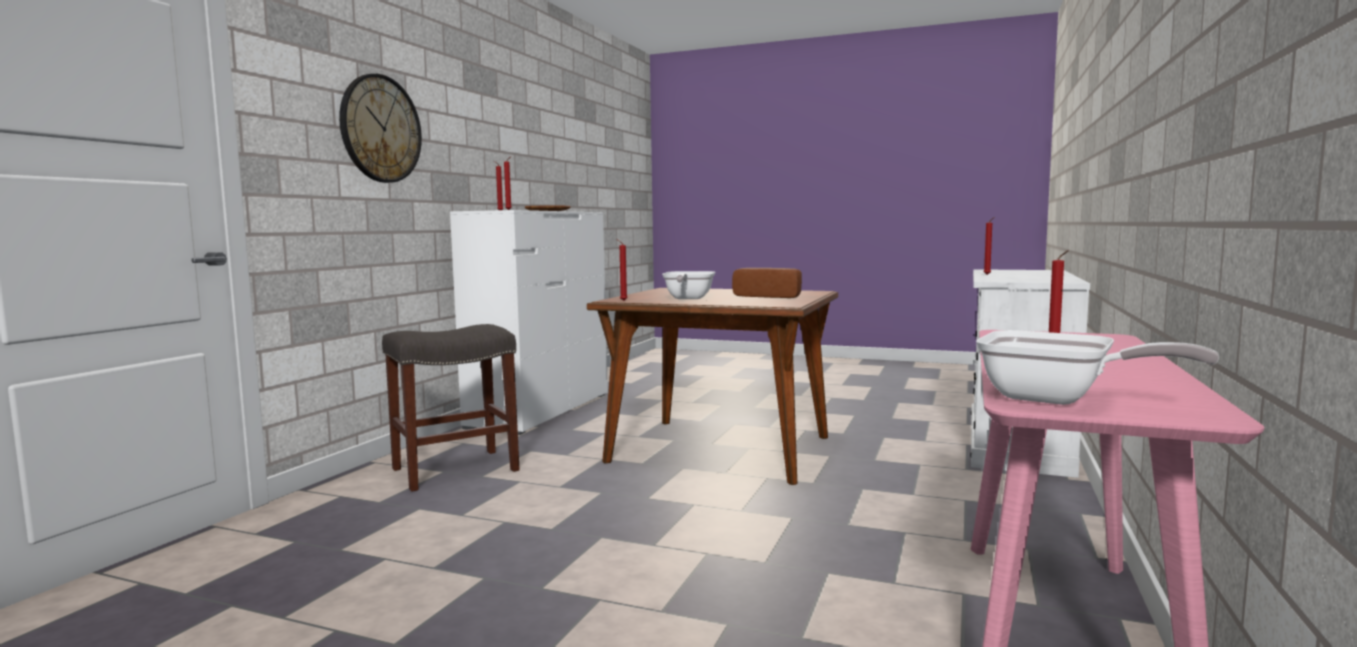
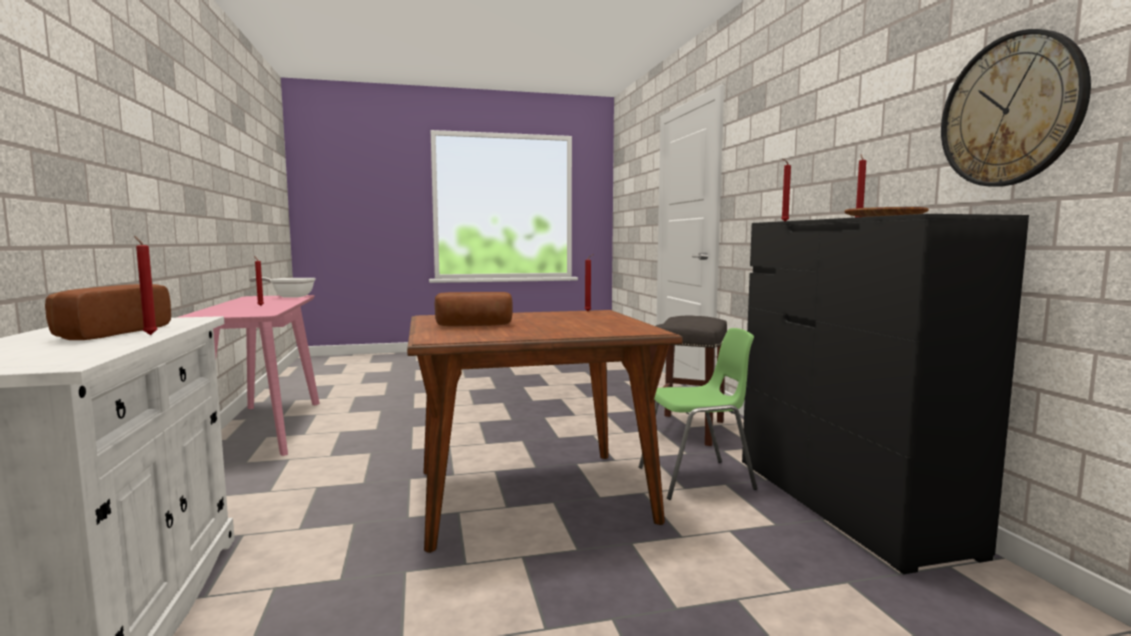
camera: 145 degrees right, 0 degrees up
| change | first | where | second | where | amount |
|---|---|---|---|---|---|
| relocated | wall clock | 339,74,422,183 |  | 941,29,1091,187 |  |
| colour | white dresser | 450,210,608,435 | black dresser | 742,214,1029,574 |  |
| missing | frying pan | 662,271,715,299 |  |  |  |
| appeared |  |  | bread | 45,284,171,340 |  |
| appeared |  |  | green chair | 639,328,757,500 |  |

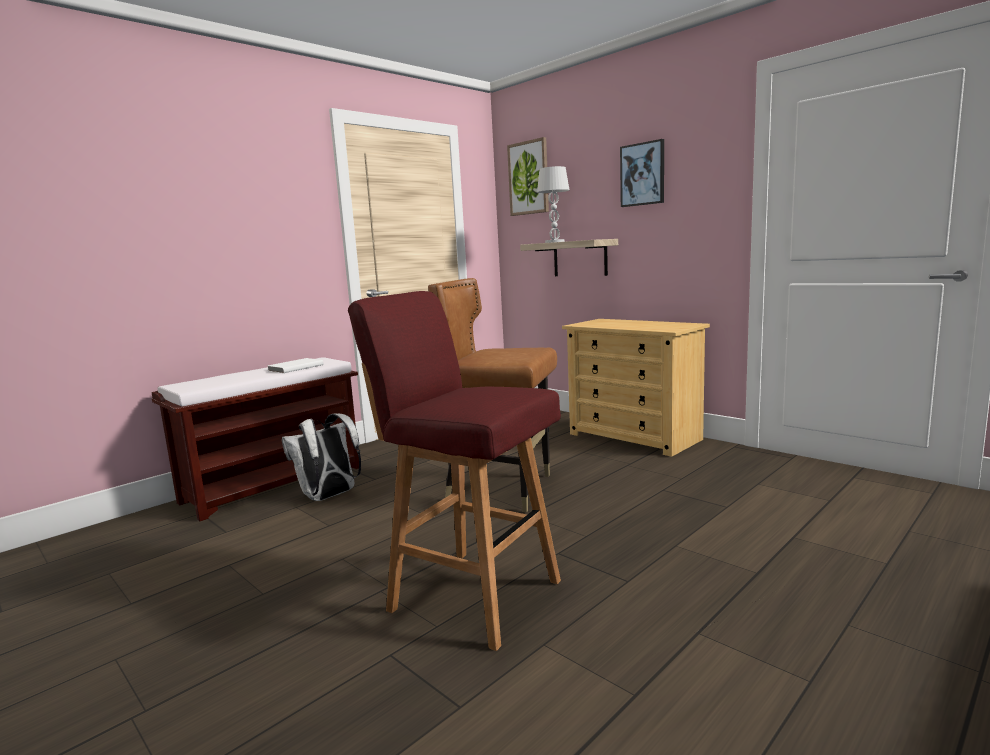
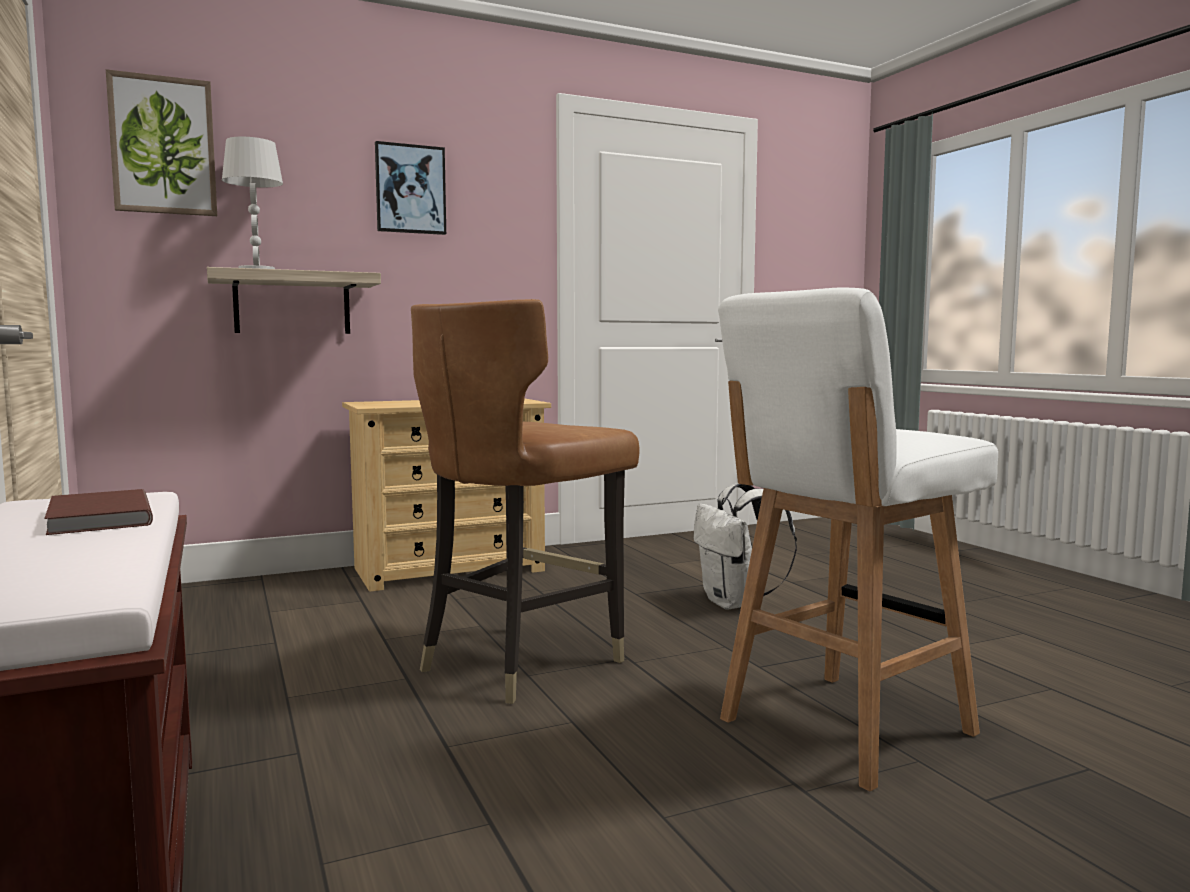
camera: 70 degrees left, 5 degrees down
| change | first | where | second | where | amount |
|---|---|---|---|---|---|
| colour | white book | 268,358,324,373 | brown book | 44,489,153,535 |  |
| relocated | white backpack | 282,414,361,501 |  | 694,483,797,610 |  |
| colour | red stool | 348,291,561,651 | white stool | 718,287,998,791 |  |

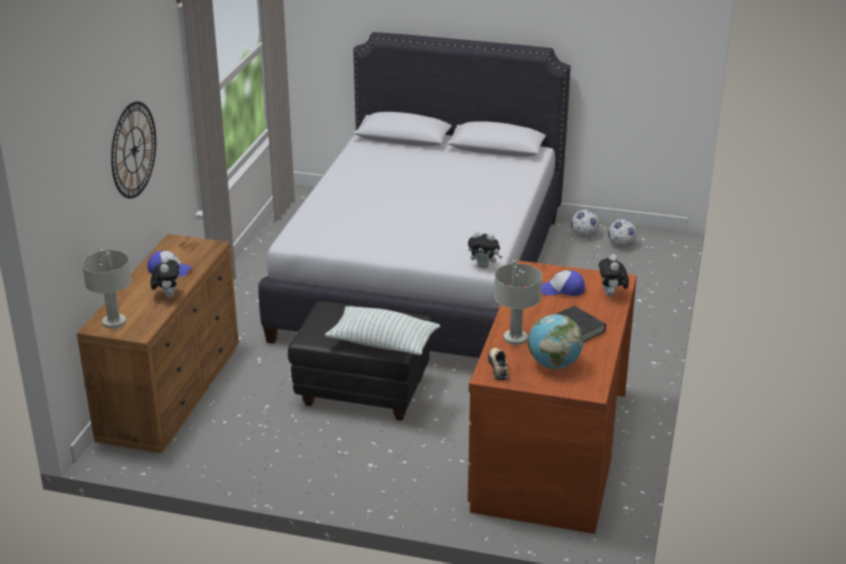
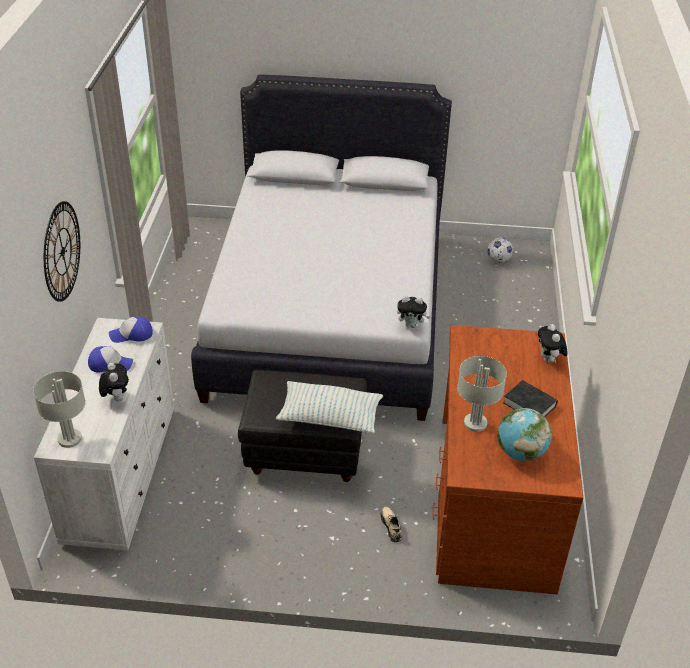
camera: 10 degrees left, 10 degrees up
| change | first | where | second | where | amount |
|---|---|---|---|---|---|
| colour | brown dresser | 77,234,239,453 | white dresser | 34,318,174,550 |  |
| relocated | beige shoe | 488,348,509,380 |  | 381,507,402,542 |  |
| relocated | cap | 541,270,585,296 |  | 109,317,153,343 |  |
| missing | football | 571,210,599,237 |  |  |  |

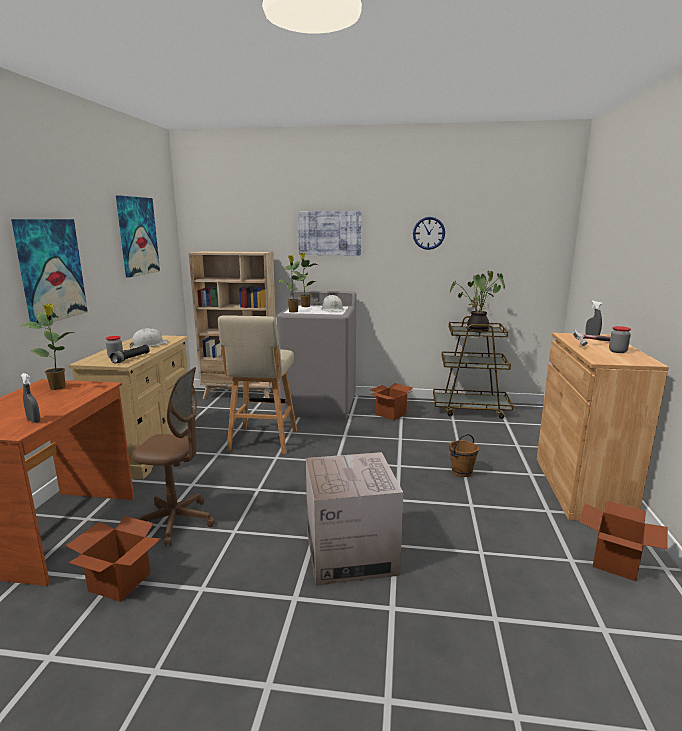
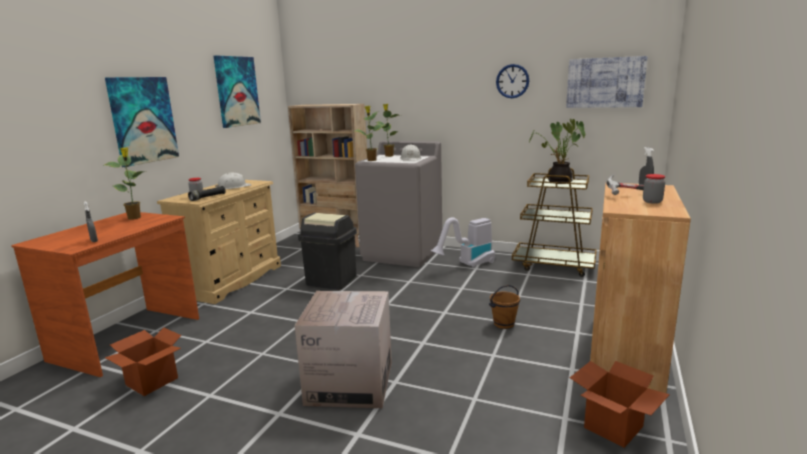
camera: 15 degrees right, 0 degrees up
| change | first | where | second | where | amount |
|---|---|---|---|---|---|
| missing | brown office chair | 132,367,215,546 |  |  |  |
| exchanged | beige stool | 218,315,297,454 | black trash can | 298,213,357,290 |  |
| relocated | picture | 298,211,362,256 |  | 566,56,648,108 |  |
| exchanged | cardboard box | 371,383,413,420 | vacuum cleaner | 430,217,495,268 |  |

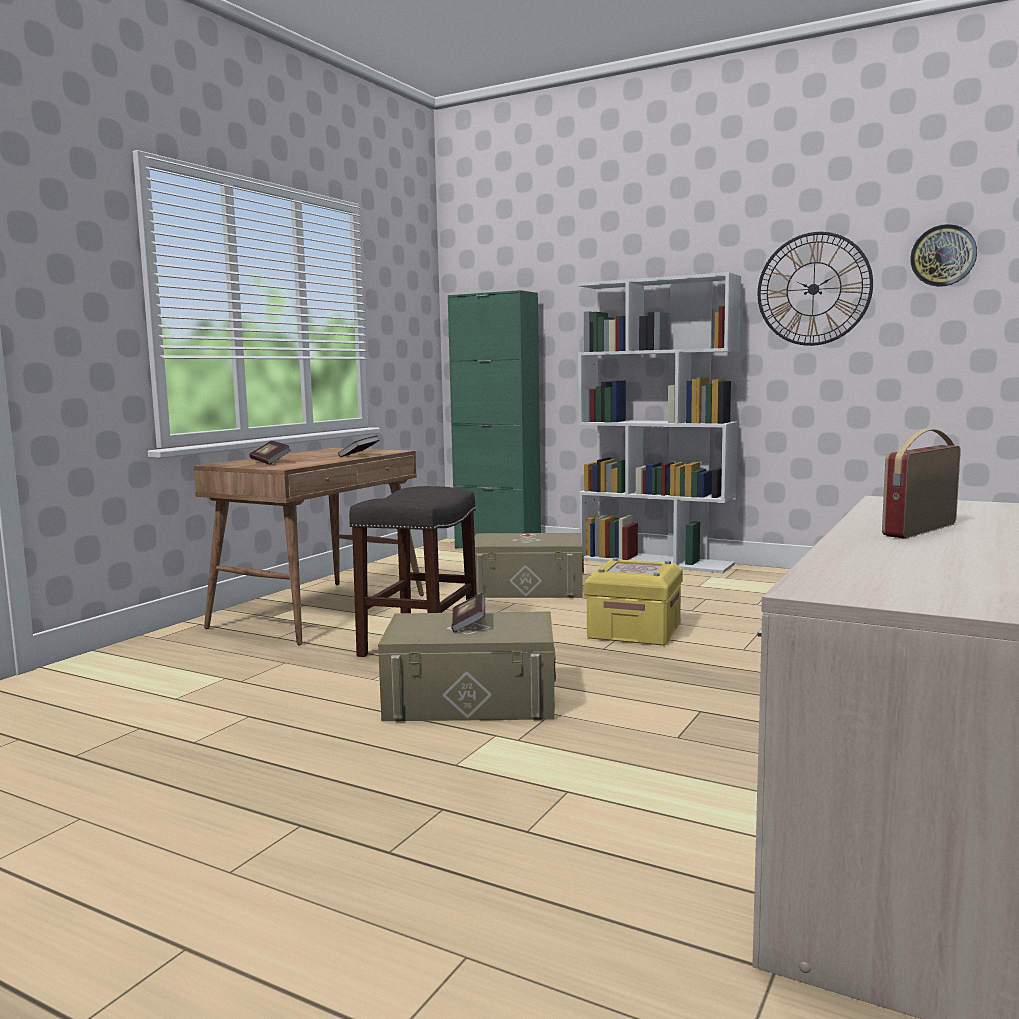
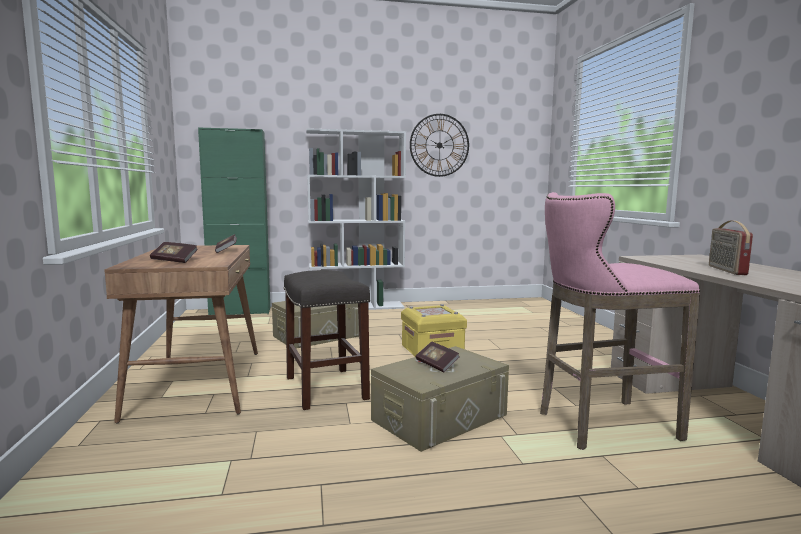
camera: 40 degrees left, 0 degrees up
| change | first | where | second | where | amount |
|---|---|---|---|---|---|
| missing | wall clock | 910,224,977,287 |  |  |  |
| appeared |  |  | pink stool | 540,192,700,450 |  |

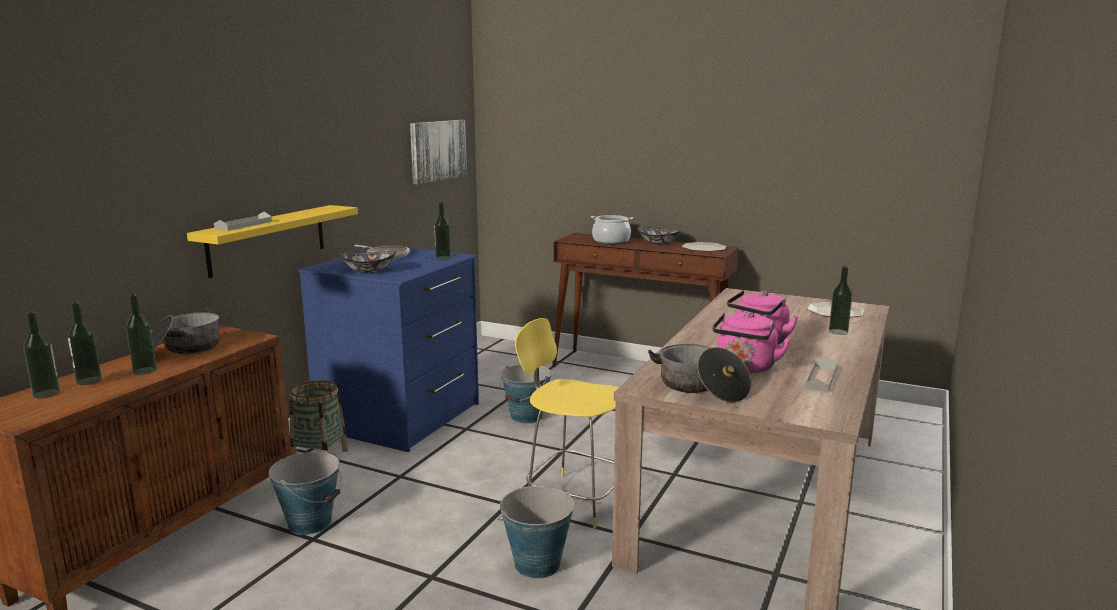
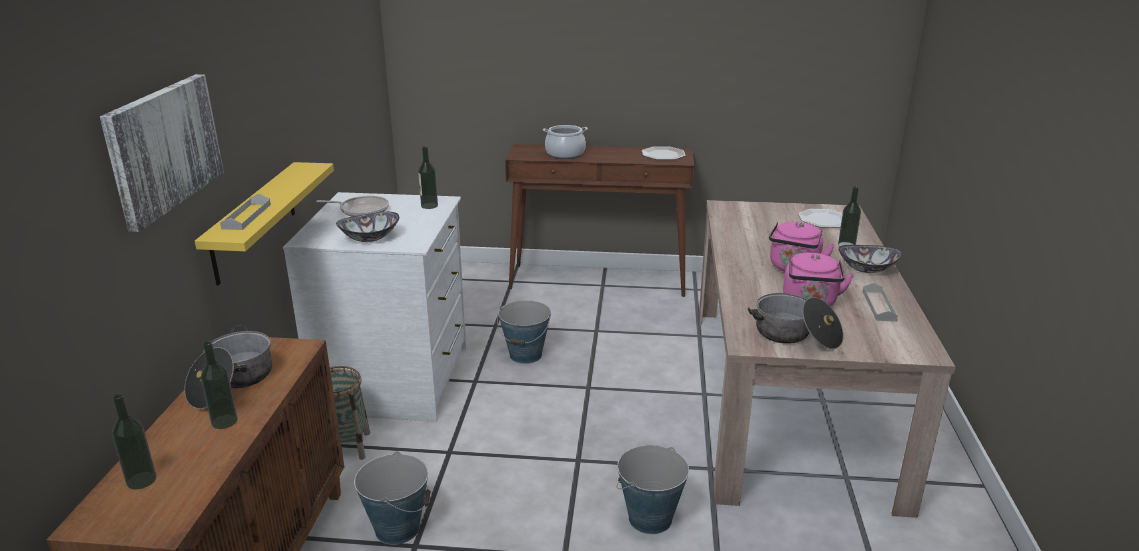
camera: 20 degrees left, 10 degrees up
| change | first | where | second | where | amount |
|---|---|---|---|---|---|
| missing | bottle | 68,302,102,385 |  |  |  |
| colour | blue dresser | 298,245,479,452 | white dresser | 283,192,467,422 |  |
| relocated | picture | 410,120,467,185 |  | 100,74,224,232 |  |
| missing | yellow stool | 515,318,619,529 |  |  |  |
| relocated | bowl | 637,227,681,245 |  | 838,245,902,273 |  |

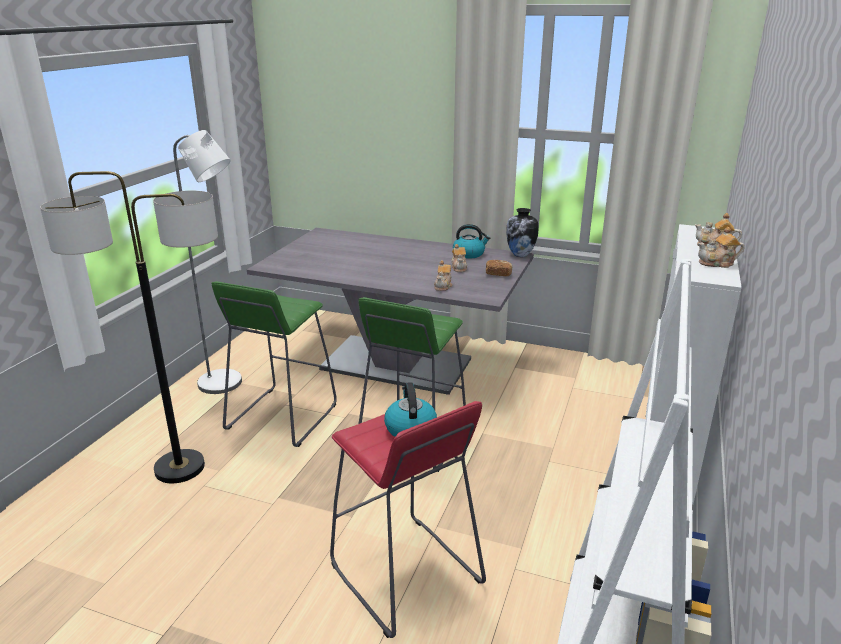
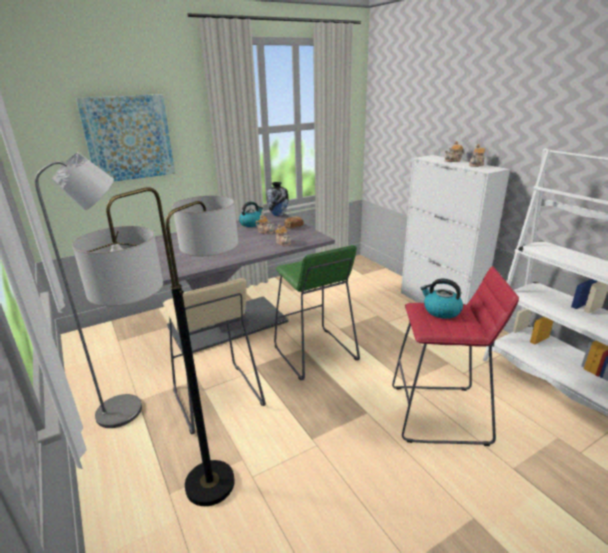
camera: 50 degrees left, 0 degrees up
| change | first | where | second | where | amount |
|---|---|---|---|---|---|
| colour | green stool | 211,281,337,447 | beige stool | 163,278,266,434 |  |
| appeared |  |  | picture | 76,94,175,182 |  |

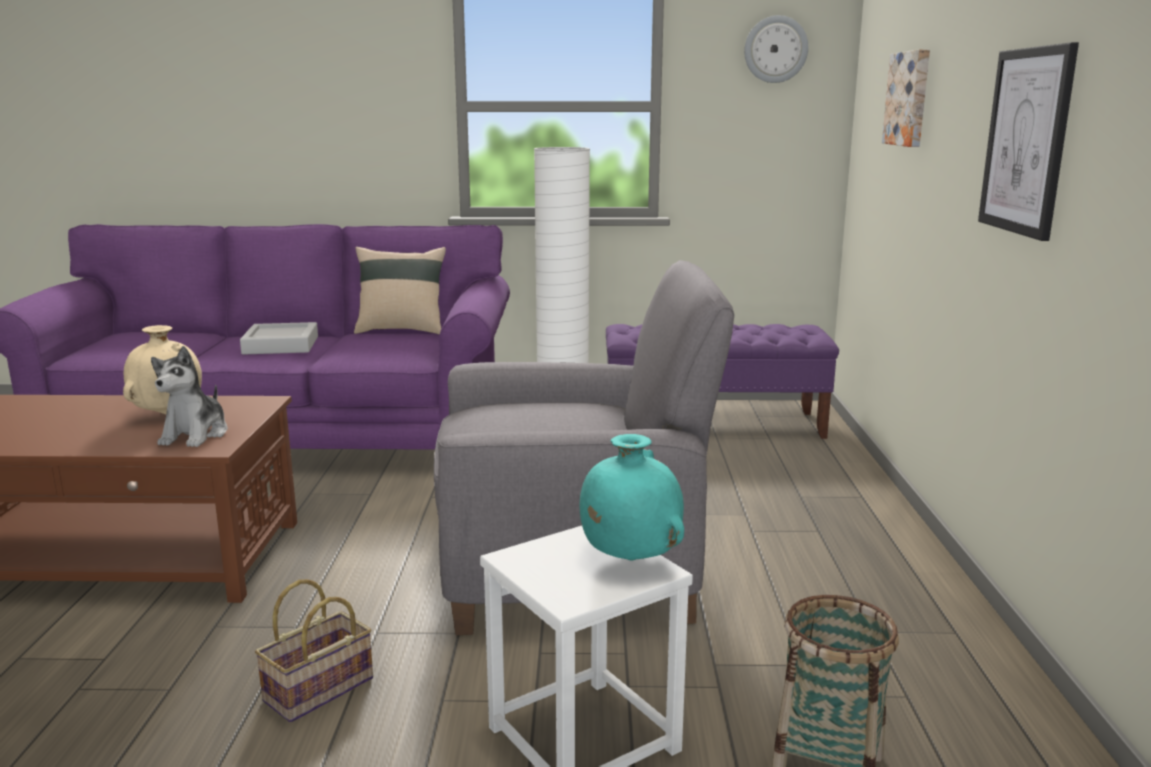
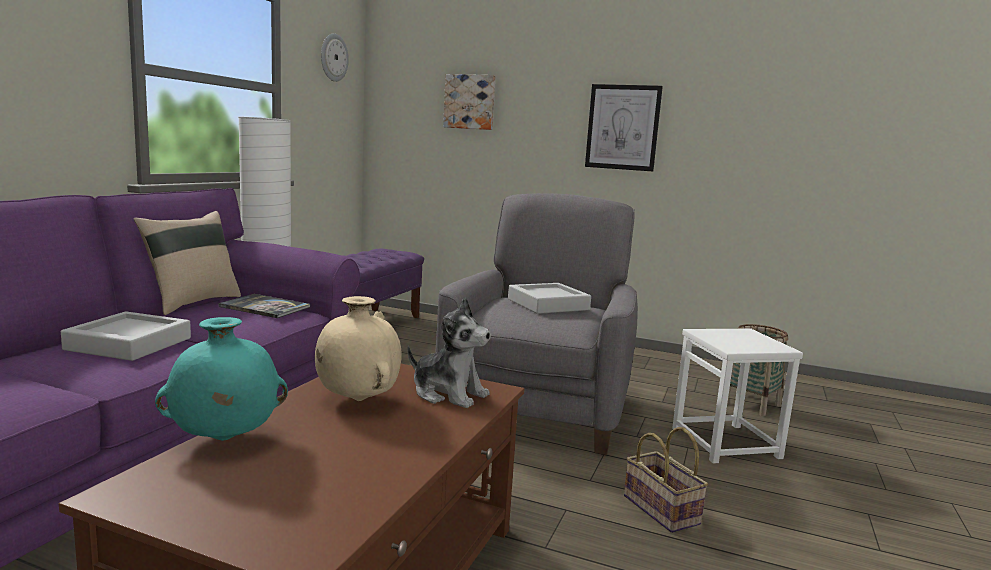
camera: 70 degrees left, 5 degrees down
| change | first | where | second | where | amount |
|---|---|---|---|---|---|
| relocated | turquoise vase | 580,434,684,561 |  | 155,317,288,441 |  |
| appeared |  |  | book | 218,294,310,318 |  |
| appeared |  |  | grey tray | 508,283,591,314 |  |

